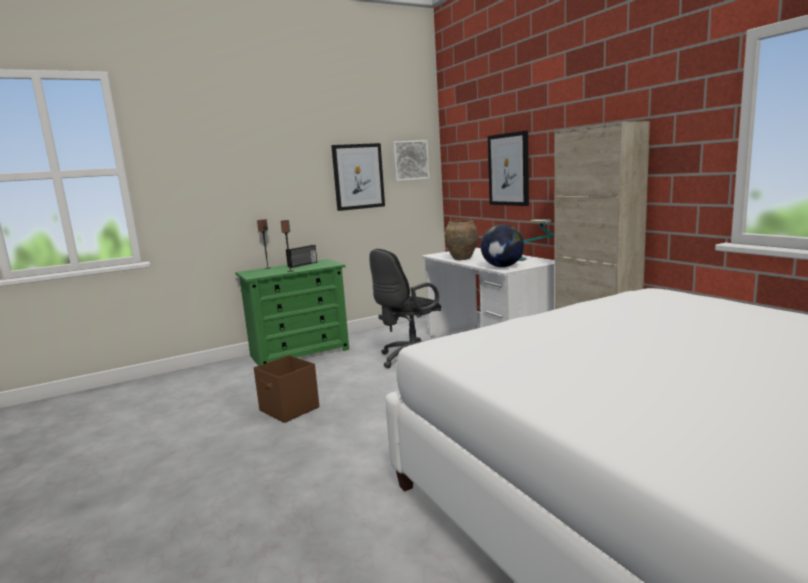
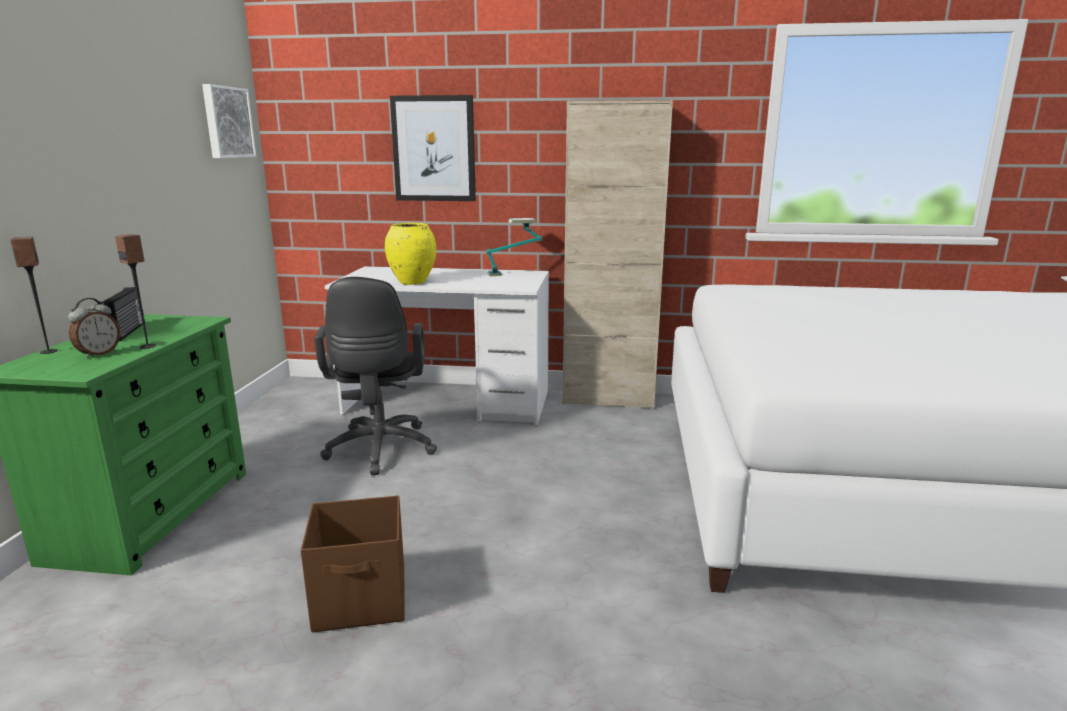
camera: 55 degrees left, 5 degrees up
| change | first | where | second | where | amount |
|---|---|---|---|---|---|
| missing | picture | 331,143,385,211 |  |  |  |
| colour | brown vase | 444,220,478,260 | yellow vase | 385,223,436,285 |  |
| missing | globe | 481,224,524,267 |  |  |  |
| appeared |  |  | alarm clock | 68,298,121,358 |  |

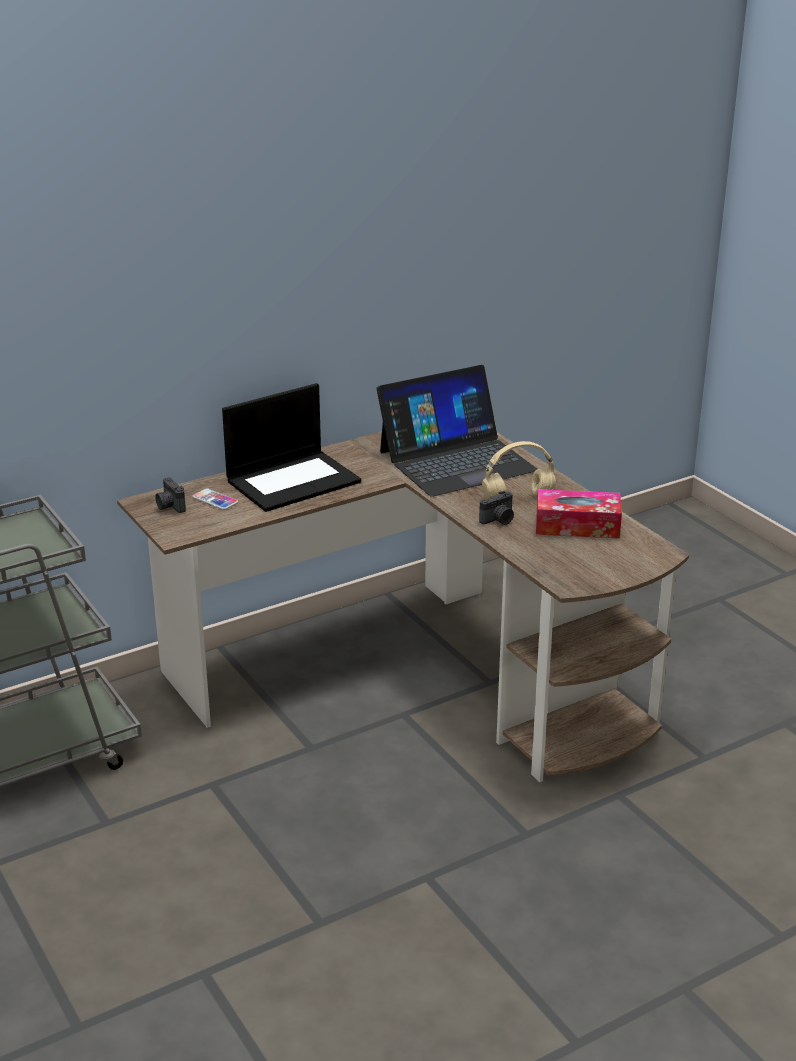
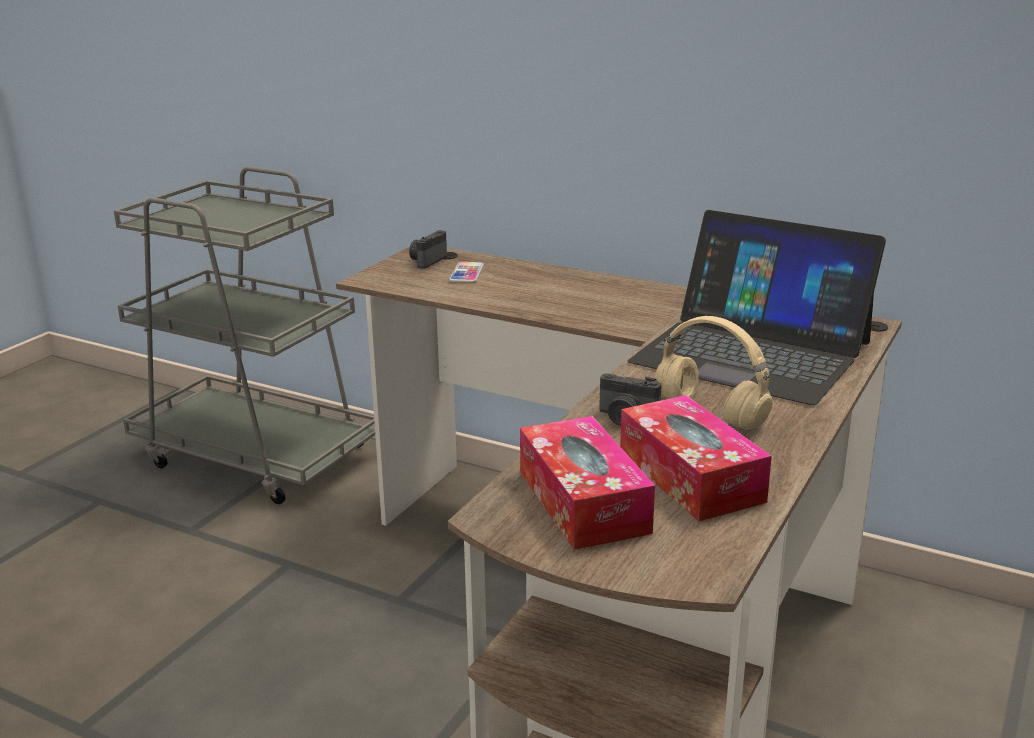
camera: 60 degrees right, 5 degrees down
| change | first | where | second | where | amount |
|---|---|---|---|---|---|
| missing | laptop | 222,383,361,512 |  |  |  |
| appeared |  |  | tissue box | 520,416,655,550 |  |

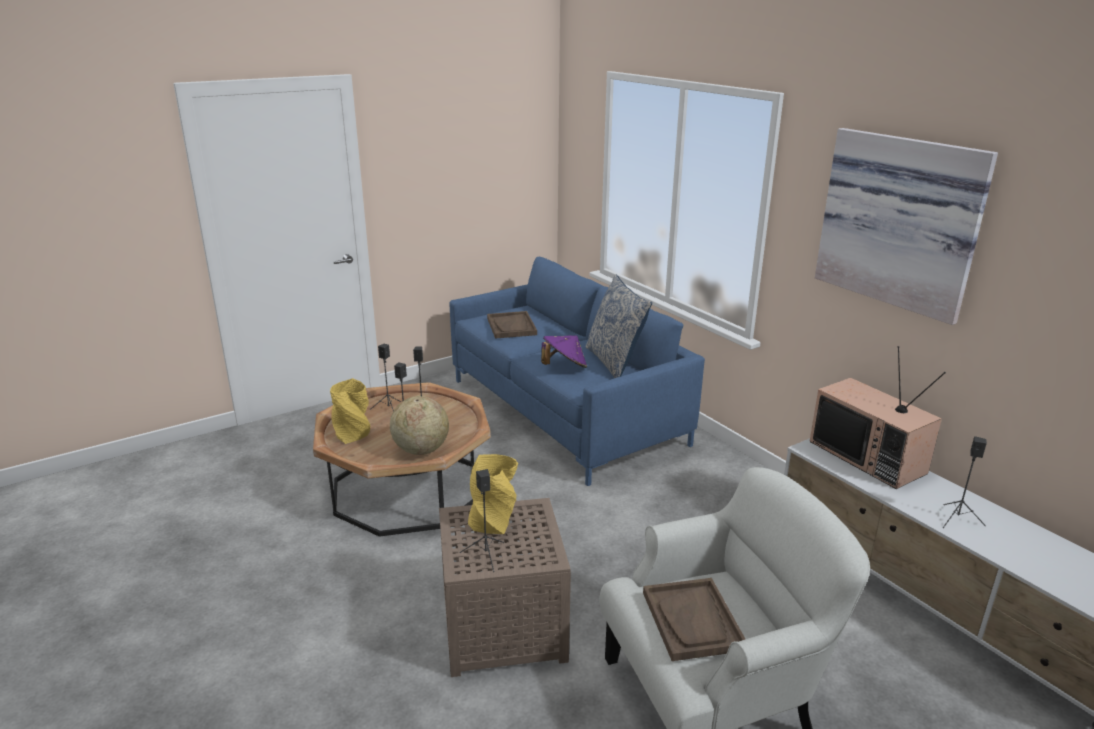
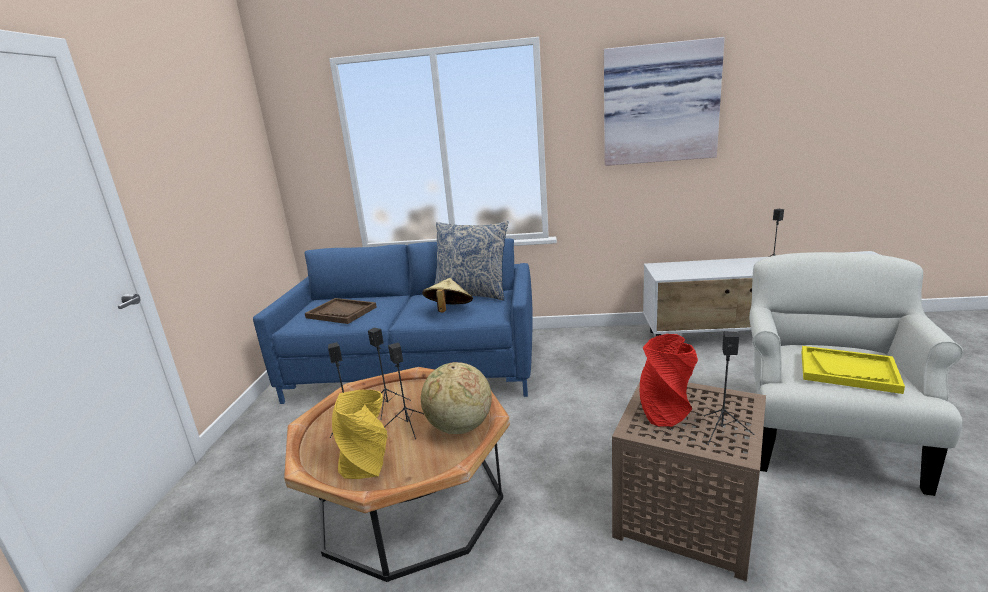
camera: 50 degrees left, 5 degrees down
| change | first | where | second | where | amount |
|---|---|---|---|---|---|
| colour | yellow vase | 468,454,518,534 | red vase | 640,334,698,427 |  |
| colour | purple hat | 541,335,587,368 | beige hat | 422,278,473,312 |  |
| colour | brown tray | 643,578,745,661 | yellow tray | 801,346,905,394 |  |
| missing | television | 810,346,946,489 |  |  |  |

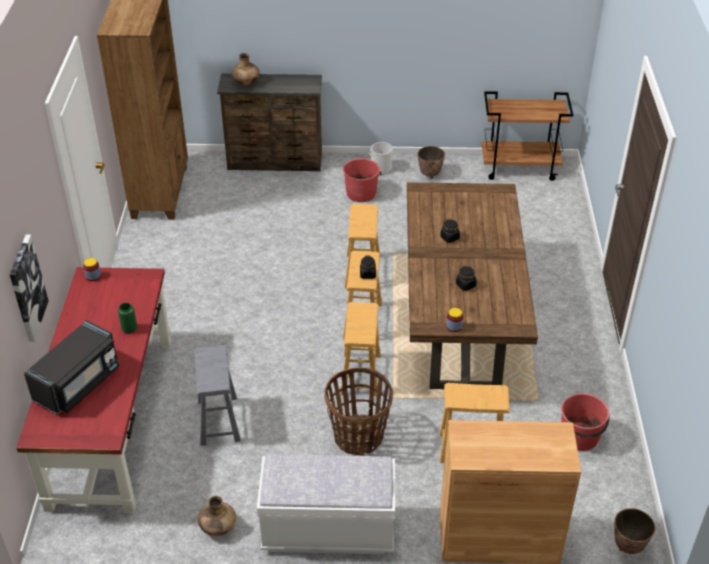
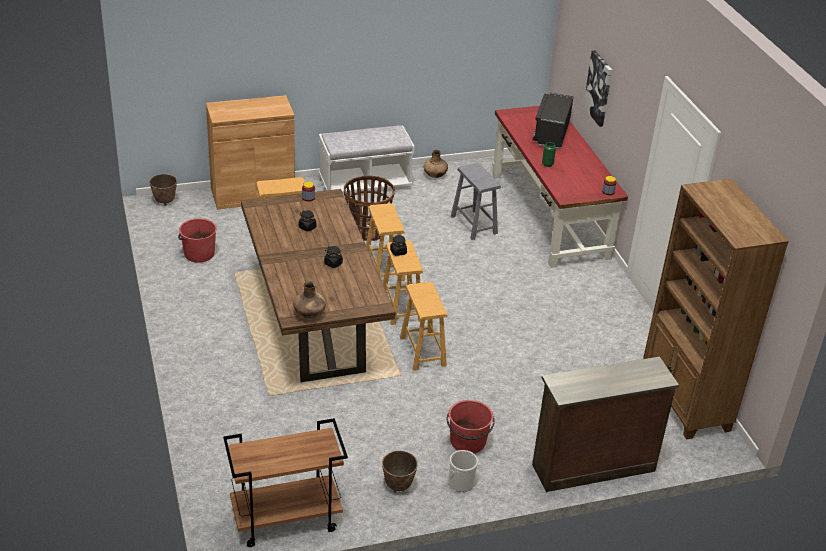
camera: 160 degrees right, 5 degrees down
| change | first | where | second | where | amount |
|---|---|---|---|---|---|
| relocated | brown vase | 232,53,260,85 |  | 293,281,326,319 |  |

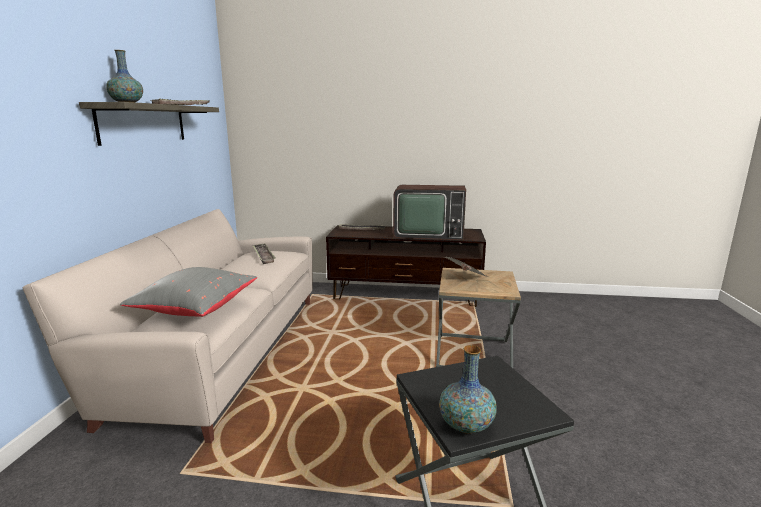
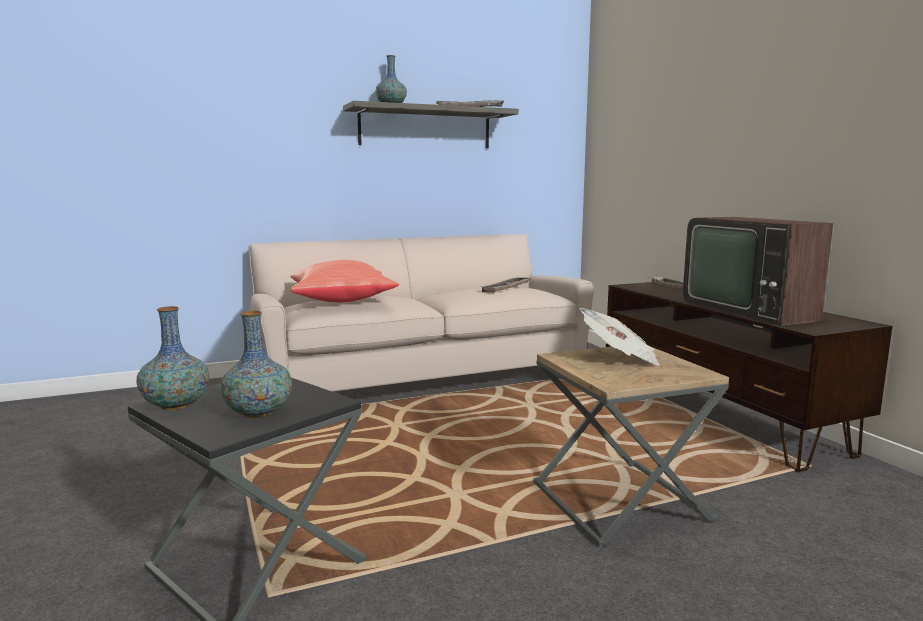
camera: 60 degrees right, 5 degrees down
| change | first | where | second | where | amount |
|---|---|---|---|---|---|
| colour | grey pillow | 120,267,257,317 | red pillow | 290,260,399,302 |  |
| appeared |  |  | vase | 221,311,292,418 |  |

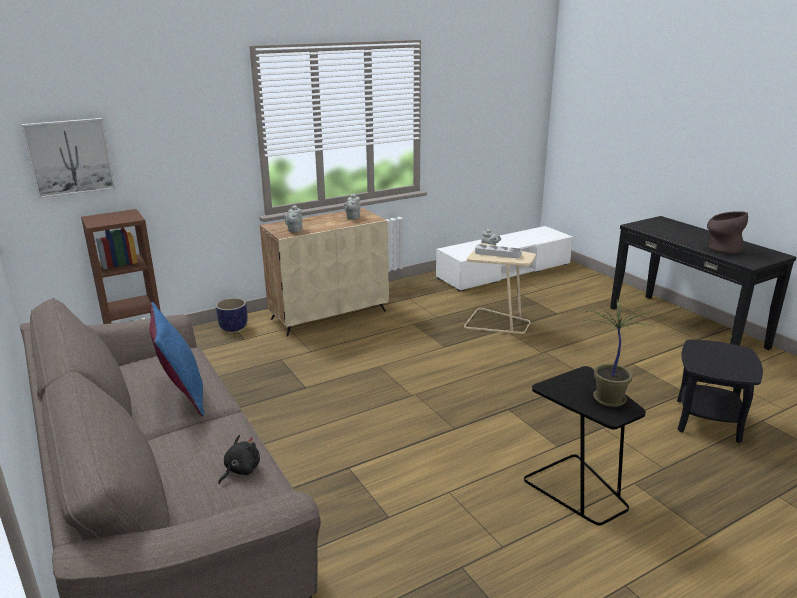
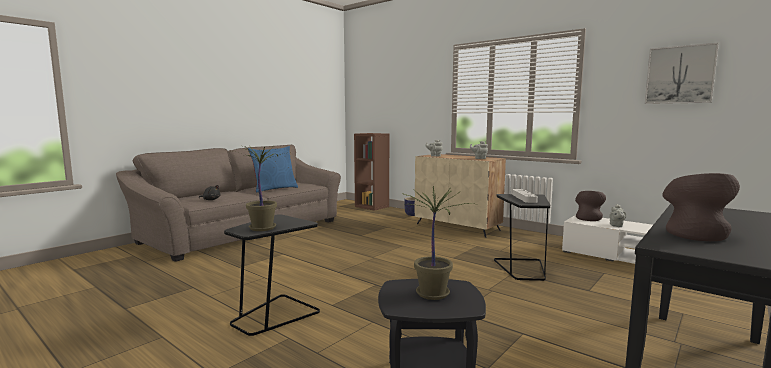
camera: 70 degrees right, 15 degrees down
| change | first | where | second | where | amount |
|---|---|---|---|---|---|
| relocated | picture | 22,118,115,199 |  | 645,42,719,104 |  |
| colour | beige side table | 464,243,536,334 | black side table | 494,194,551,281 |  |
| appeared |  |  | potted plant | 402,186,474,300 |  |
| appeared |  |  | brown vase | 575,191,606,221 |  |

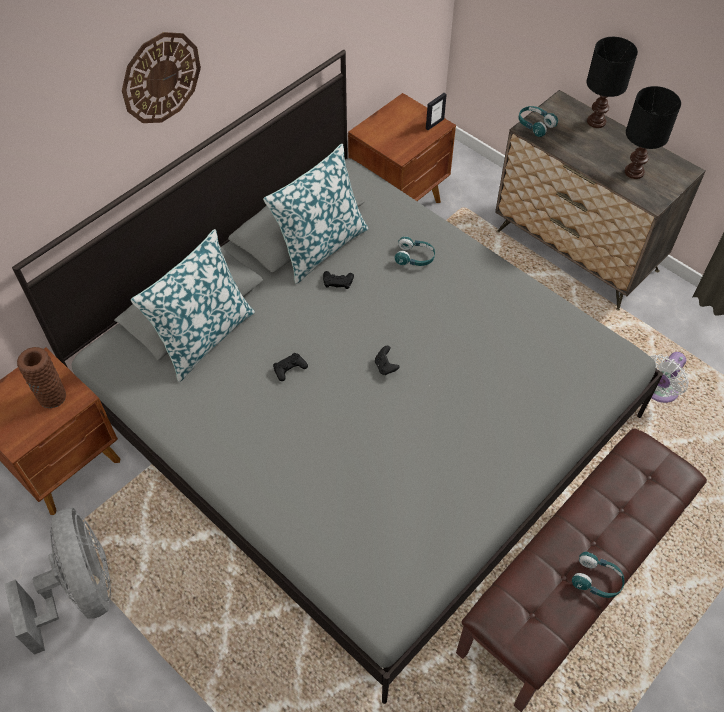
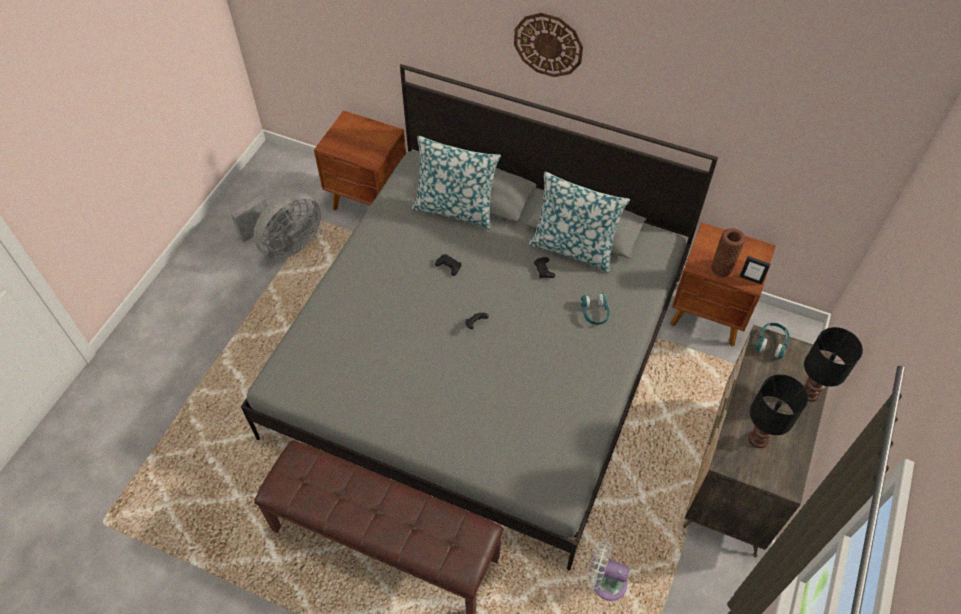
camera: 70 degrees right, 0 degrees up
| change | first | where | second | where | amount |
|---|---|---|---|---|---|
| relocated | brown vase | 17,347,66,408 |  | 711,228,746,277 |  |
| missing | turquoise headphones | 572,552,625,598 |  |  |  |

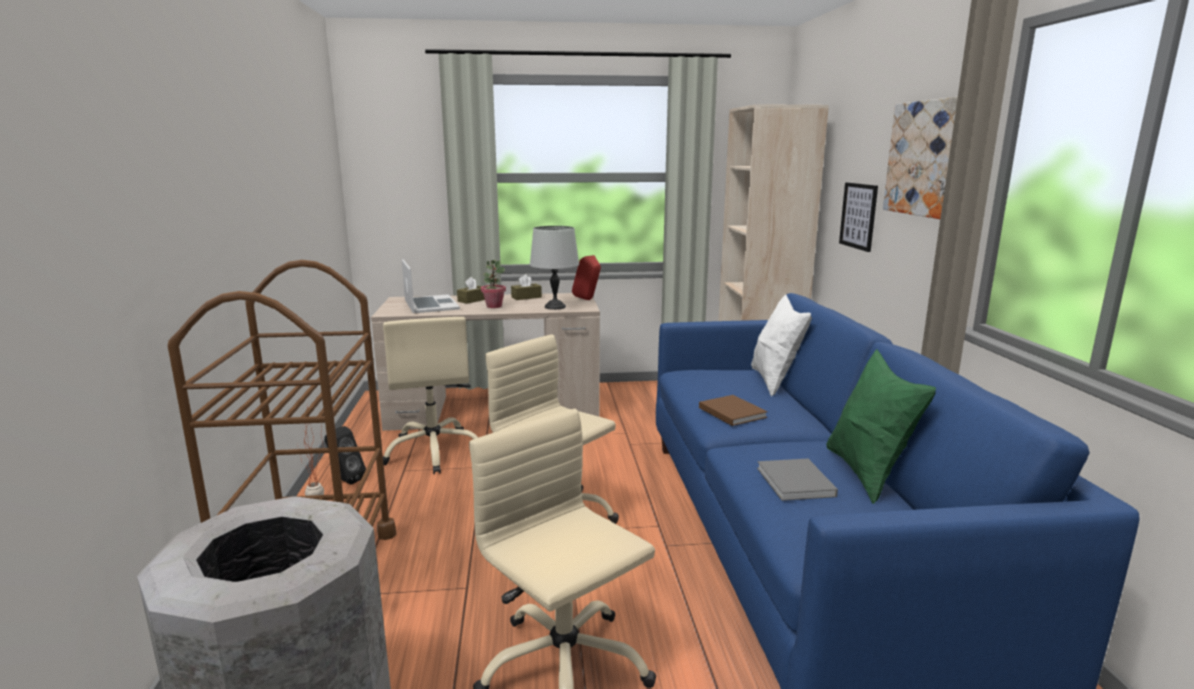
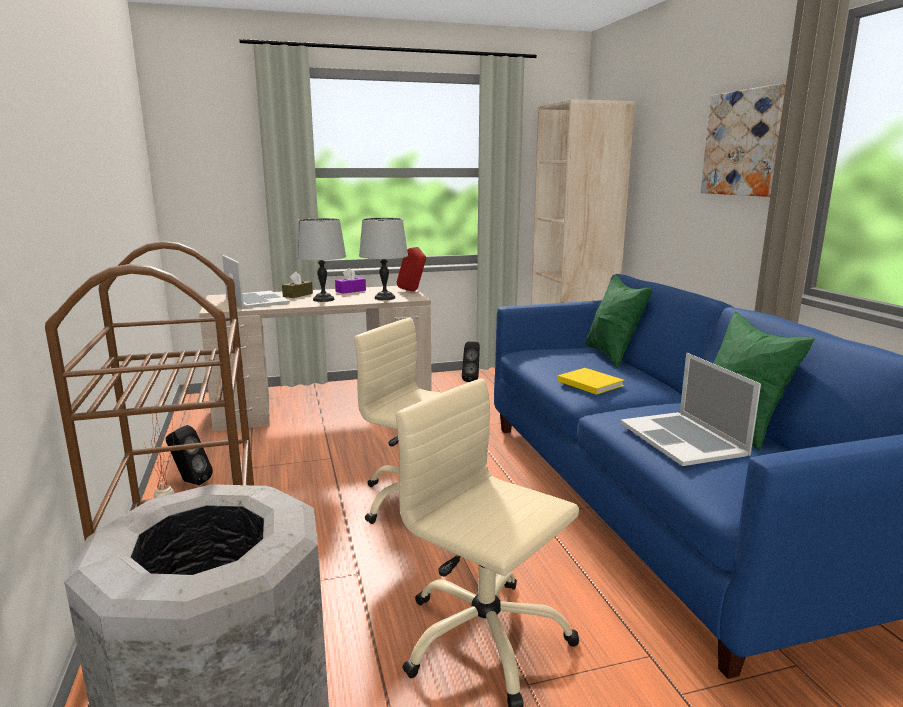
camera: 10 degrees left, 0 degrees up
| change | first | where | second | where | amount |
|---|---|---|---|---|---|
| missing | beige office chair | 383,317,478,474 |  |  |  |
| exchanged | potted plant | 481,260,506,308 | grey table lamp | 296,218,346,302 |  |
| colour | brown tissue box | 511,274,542,300 | purple tissue box | 335,268,366,294 |  |
| colour | brown book | 699,395,768,426 | yellow book | 557,368,624,395 |  |
| colour | white pillow | 751,294,812,396 | green pillow | 585,274,652,368 |  |
| exchanged | grey book | 757,459,838,501 | laptop | 620,353,761,466 |  |
| missing | picture | 839,182,878,252 |  |  |  |
| appeared |  |  | black speaker | 462,341,480,382 |  |

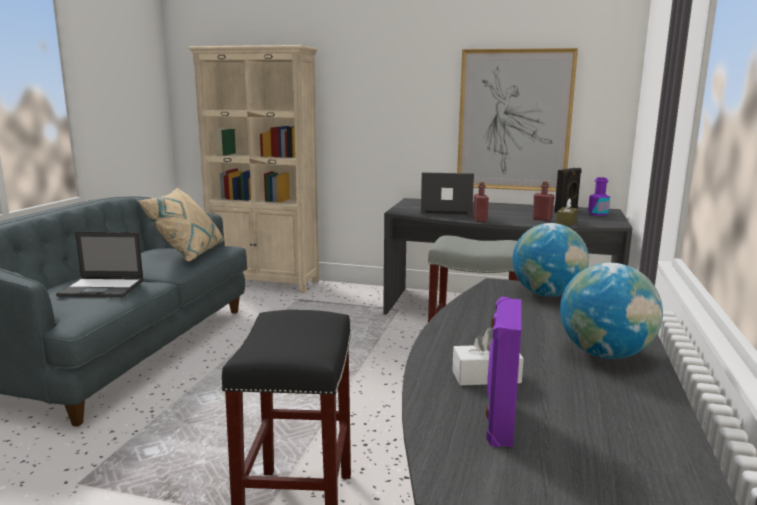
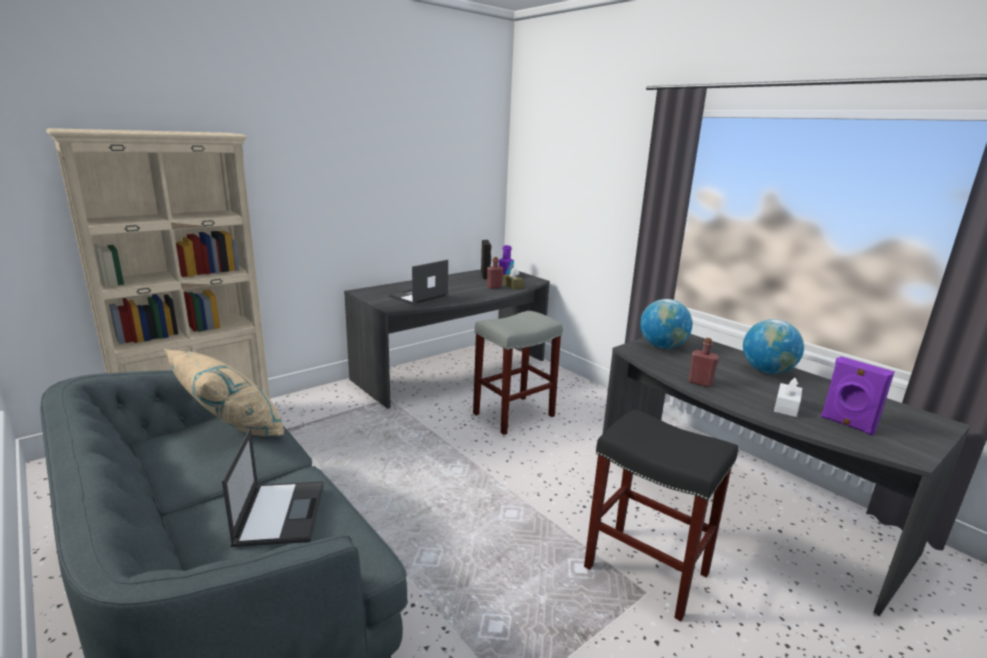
camera: 55 degrees left, 5 degrees up
| change | first | where | second | where | amount |
|---|---|---|---|---|---|
| spun | laptop | 56,232,144,297 |  | 222,429,324,547 | 45 degrees counterclockwise |
| missing | picture | 457,48,578,192 |  |  |  |
| relocated | red bottle | 473,182,489,222 |  | 688,338,719,387 |  |

